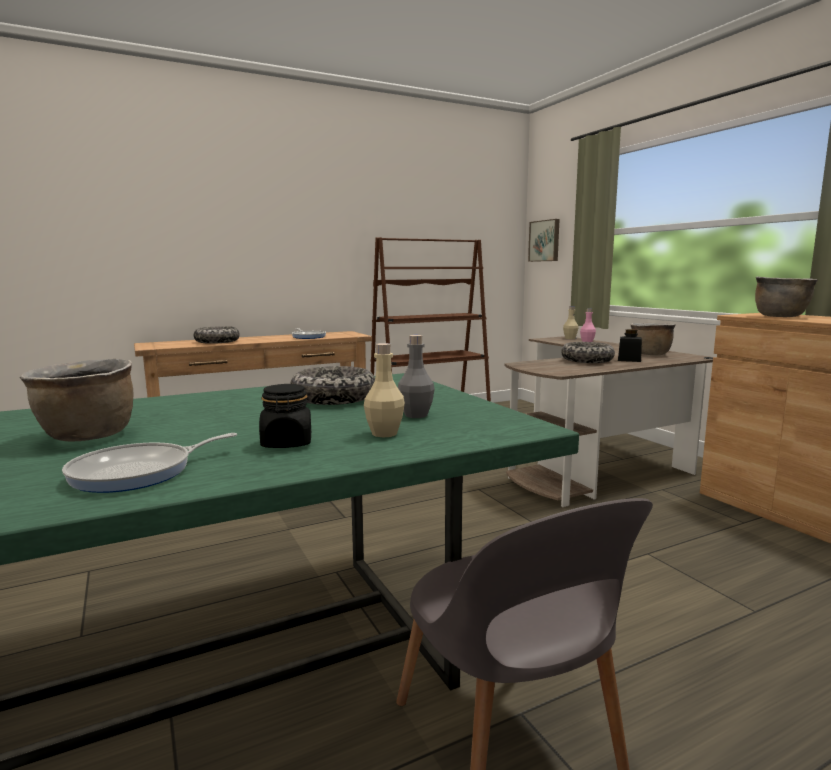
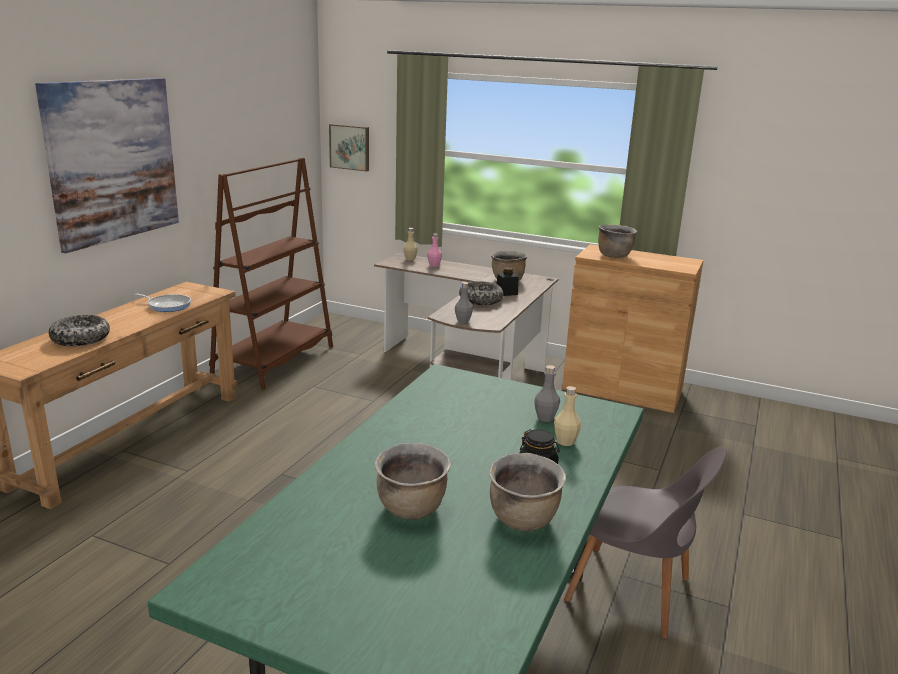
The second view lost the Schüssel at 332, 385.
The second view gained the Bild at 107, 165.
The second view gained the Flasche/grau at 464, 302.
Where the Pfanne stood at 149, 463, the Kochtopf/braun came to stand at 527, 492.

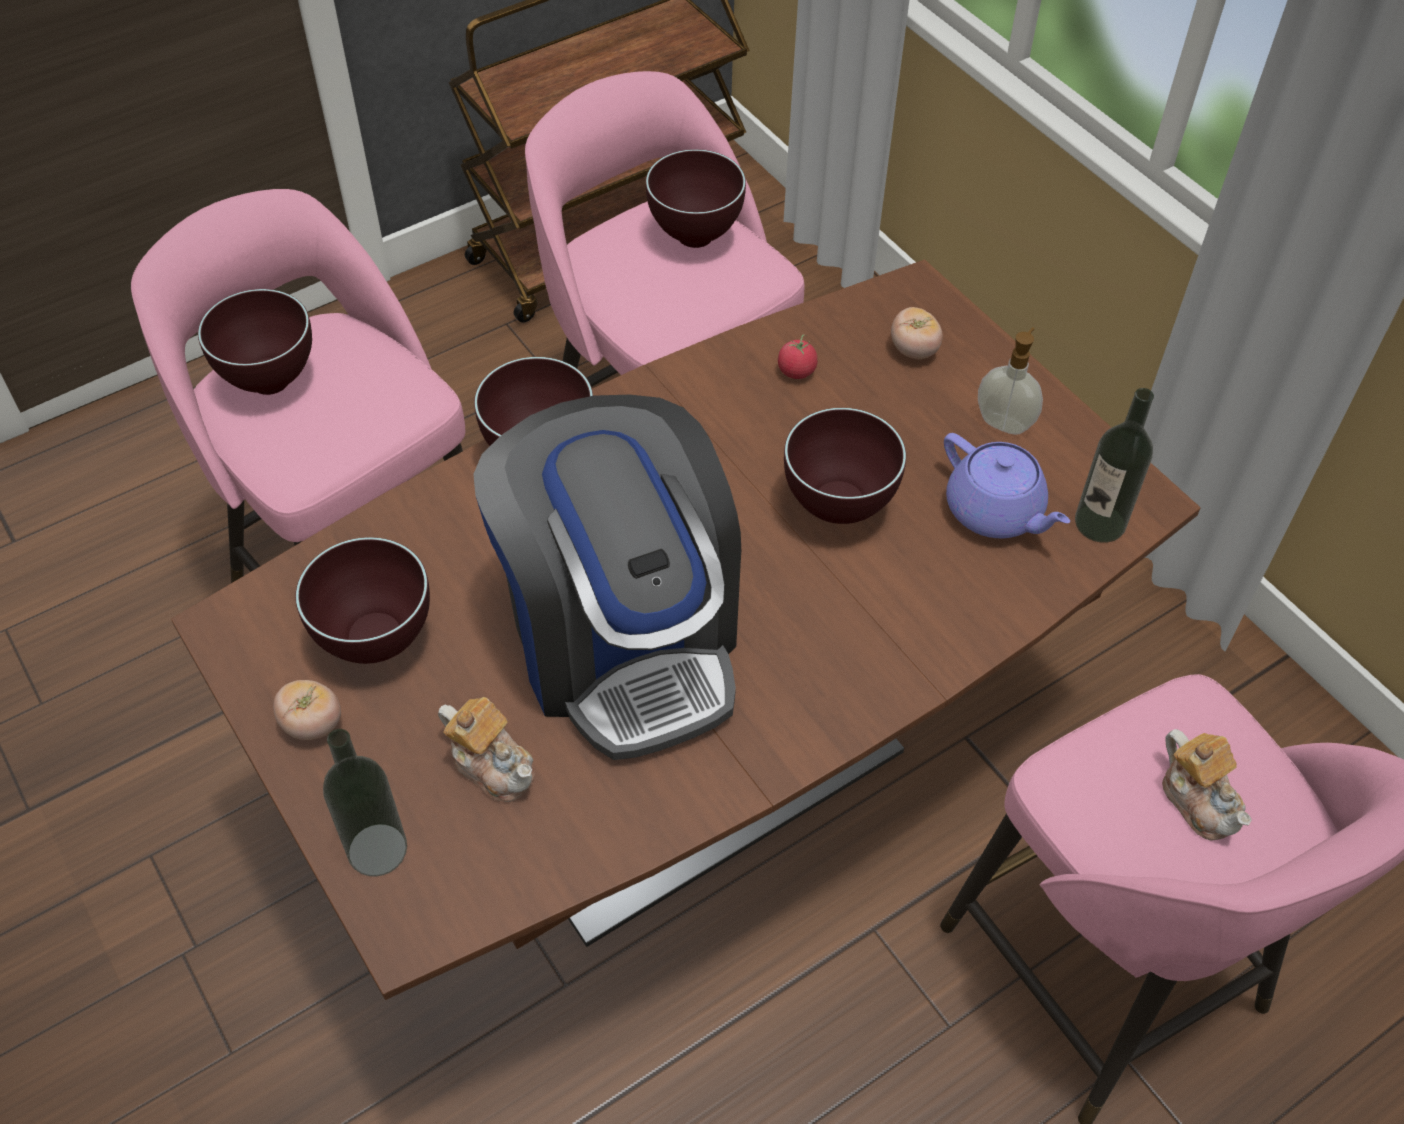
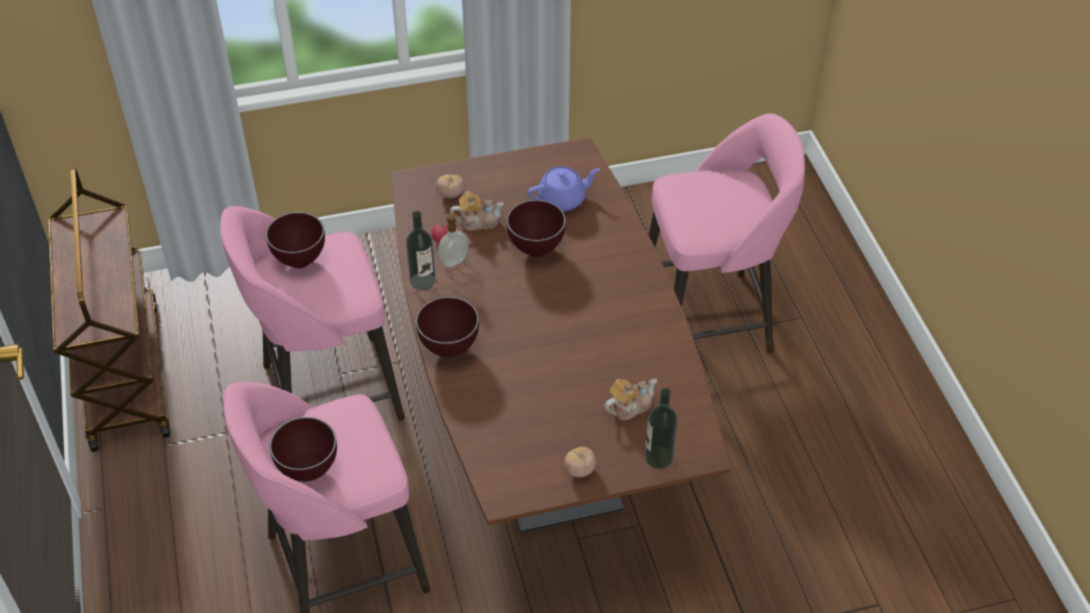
The second view lost the Schüssel/braun at 362, 600.
The second view lost the Kaffeemaschine at 607, 577.
The Seifenspender ended up elsewhere, having gone from 1010, 381 to 453, 239.
The Flasche ended up elsewhere, having gone from 1114, 465 to 421, 250.
The Teekanne ended up elsewhere, having gone from 1207, 784 to 477, 211.

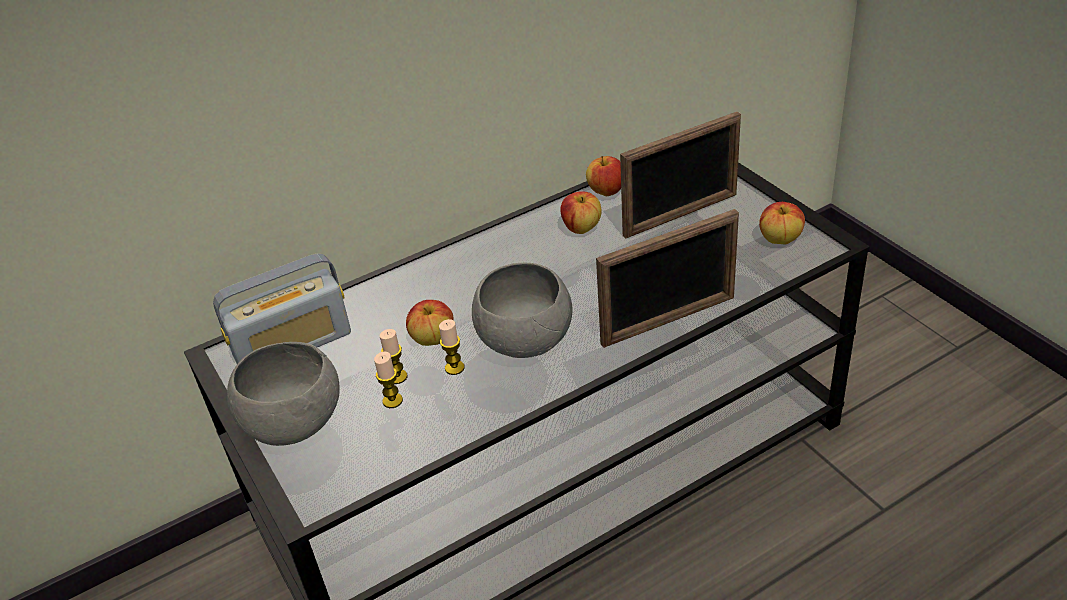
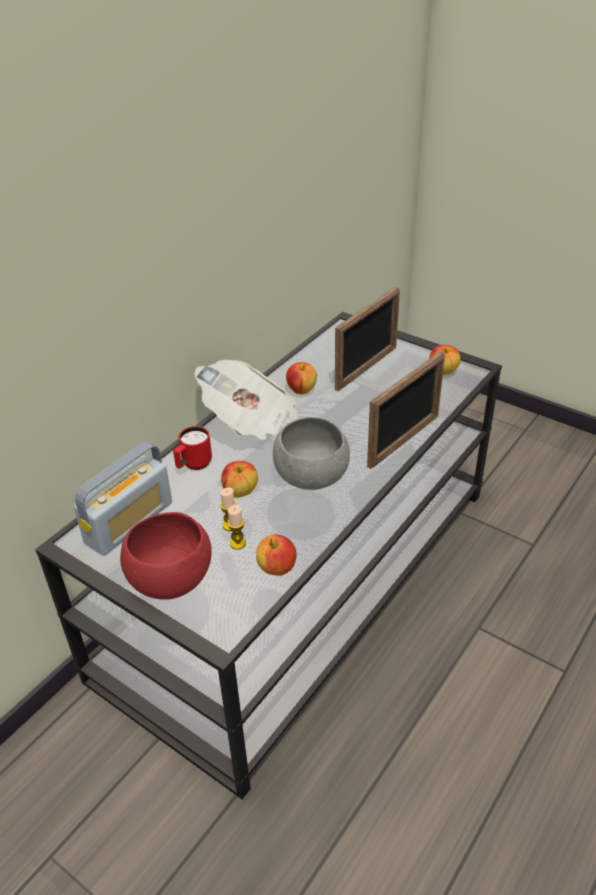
The second view lost the Kerze at 452, 347.
The second view gained the Henkelbecher/rot at 192, 448.
The second view gained the Zeitung at 246, 400.
The Apfel ended up elsewhere, having gone from 603, 176 to 276, 555.
What was the Schüssel/grau at 283, 394 turned into the Schüssel/rot at 166, 556.

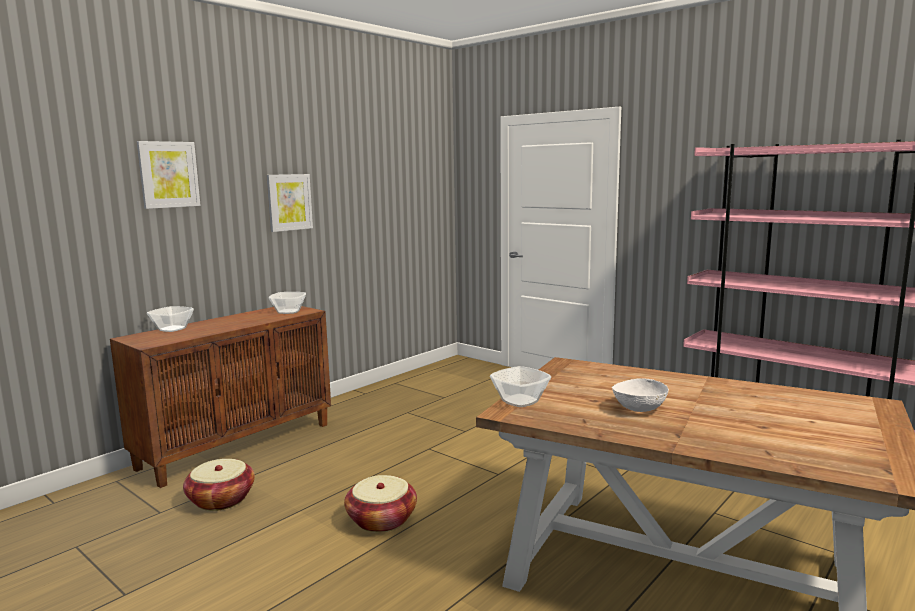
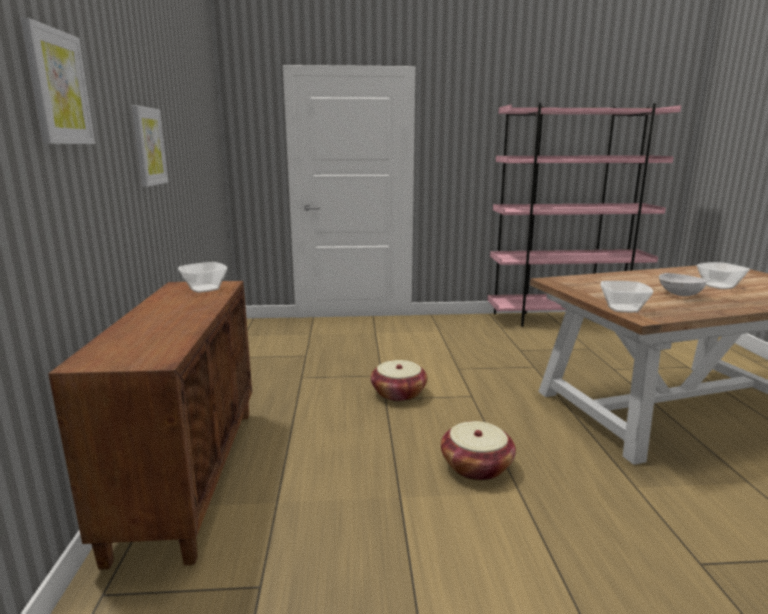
The Schüssel ended up elsewhere, having gone from 170, 319 to 723, 275.
The Korb ended up elsewhere, having gone from 219, 485 to 399, 381.

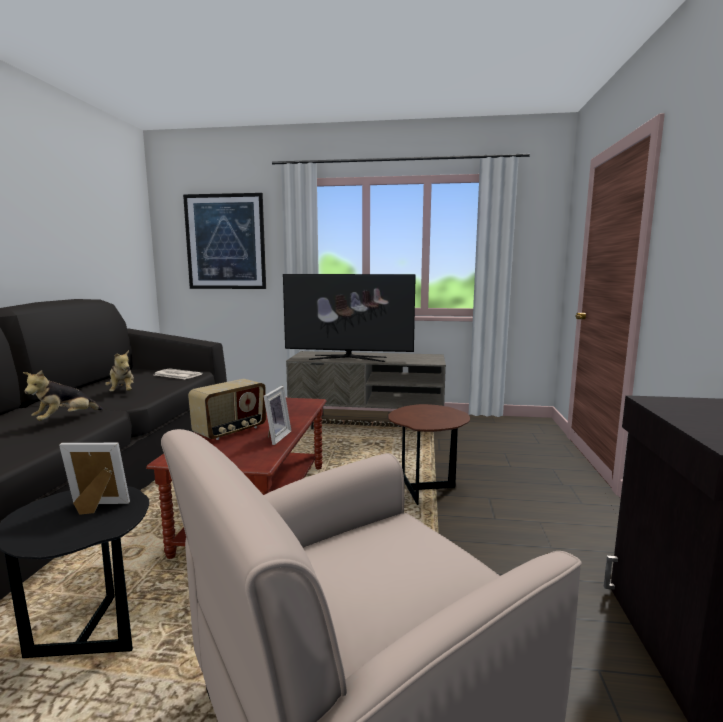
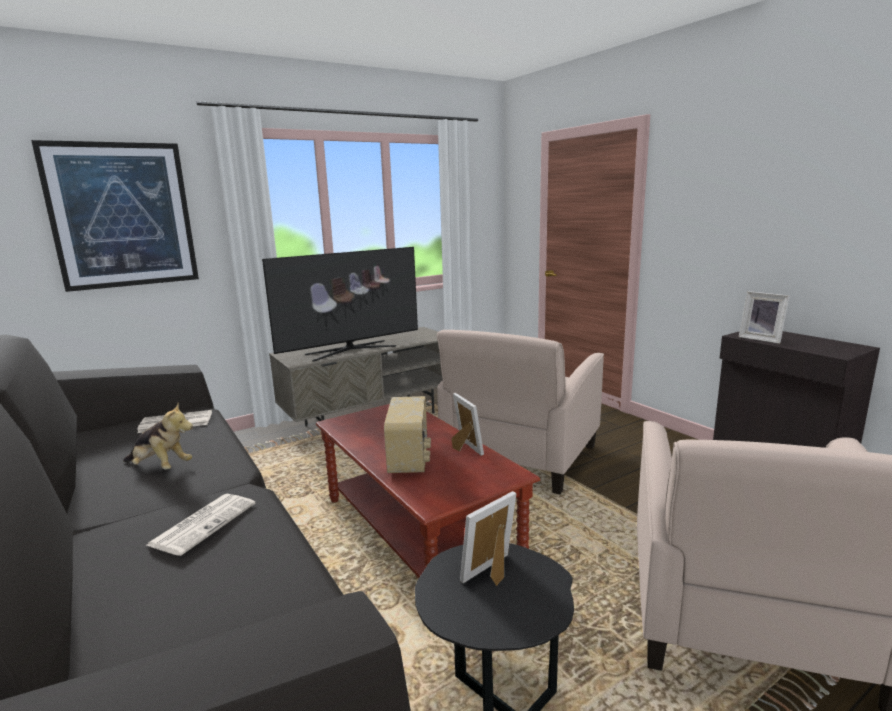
The second view gained the Bilderrahmen at 764, 317.
Where the Plüschtier stood at 63, 395, the Zeitung came to stand at 201, 525.
Where the Beistelltisch/braun stood at 429, 454, the Sessel/beige came to stand at 520, 412.

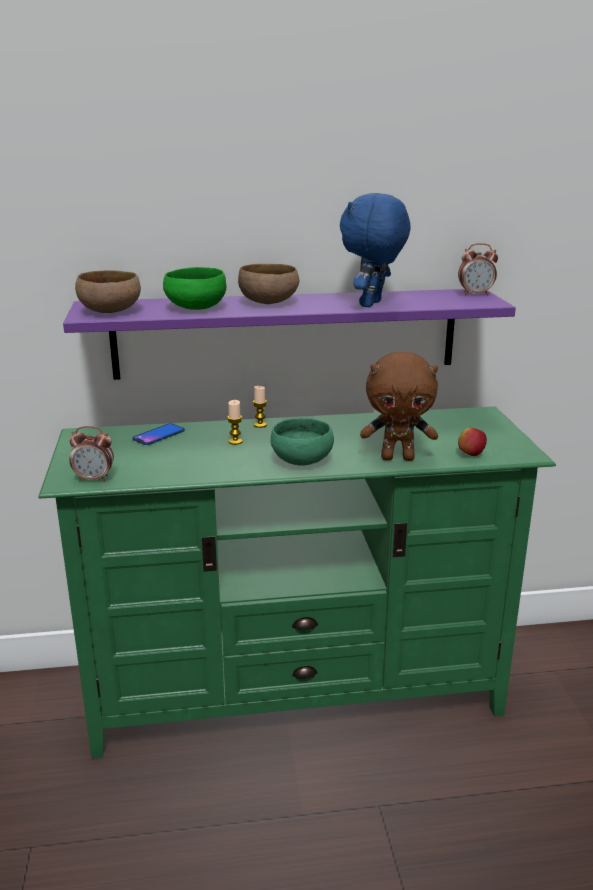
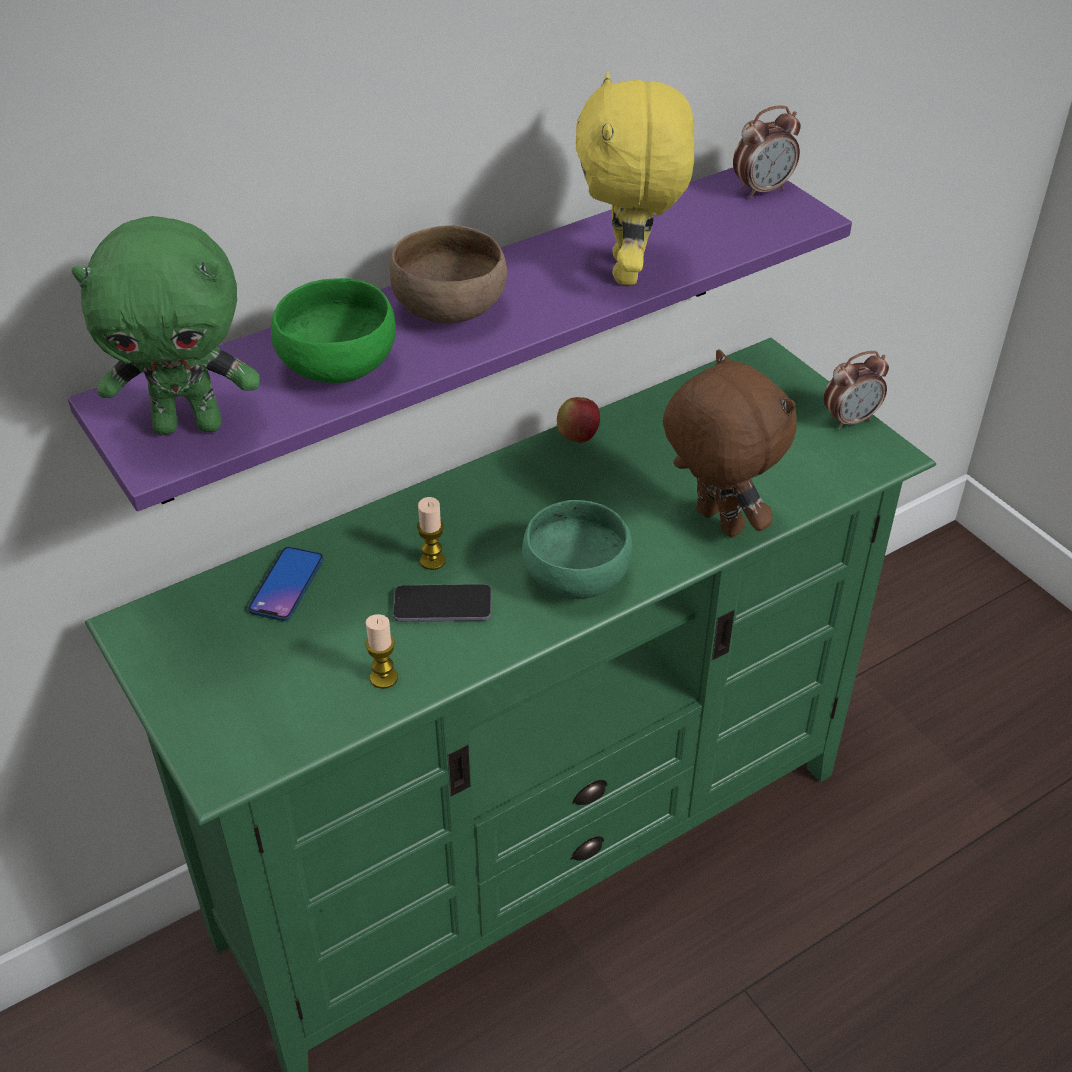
The second view gained the Handy at 442, 603.
The Wecker ended up elsewhere, having gone from 91, 454 to 856, 390.
The Kerze ended up elsewhere, having gone from 260, 407 to 381, 651.
The Apfel ended up elsewhere, having gone from 472, 442 to 578, 420.
Where the Schüssel/braun stood at 108, 291, the Plüschtier/grün came to stand at 165, 325.
What was the Plüschtier/blau at 375, 250 turned into the Plüschtier/gelb at 635, 178.
The Plüschtier/braun at 399, 406 ended up facing another way, 105 degrees counterclockwise from before.

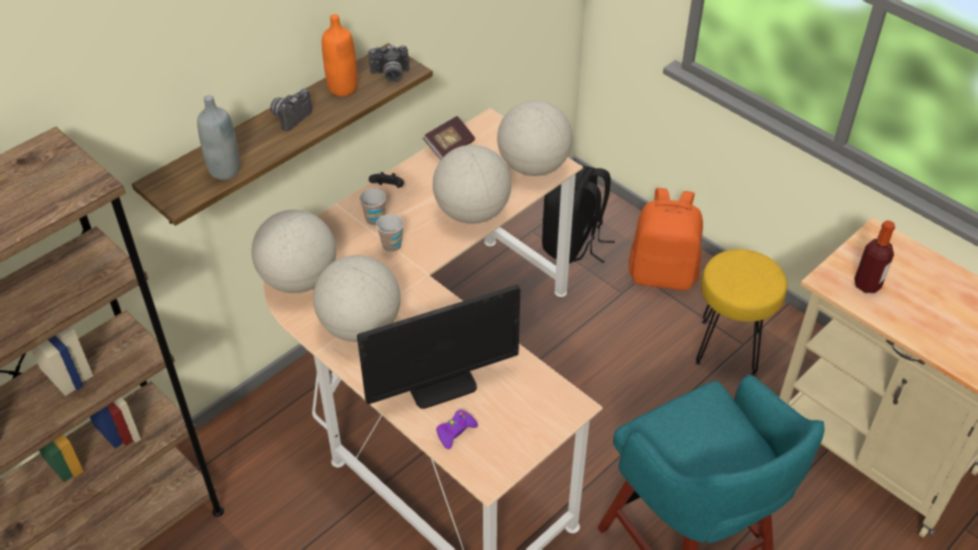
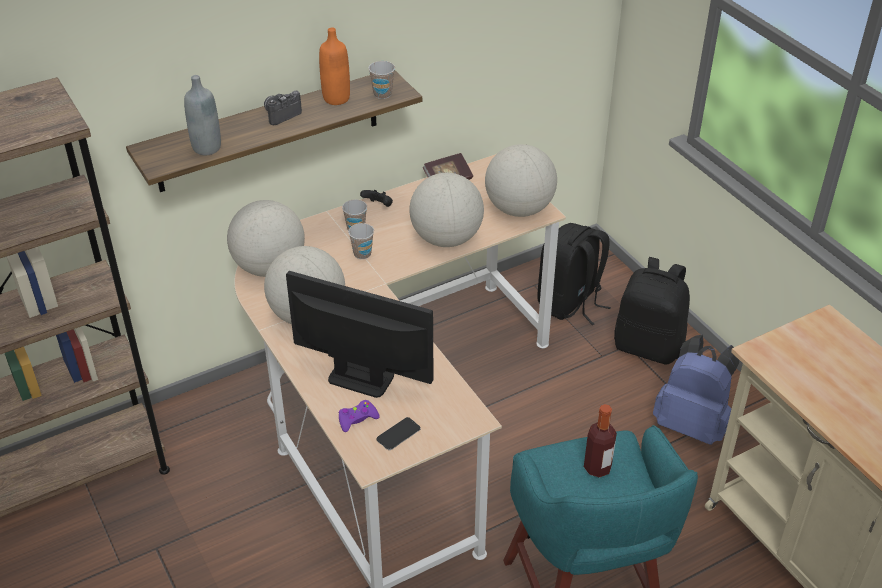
The second view gained the Handy at 398, 433.
The Flasche ended up elsewhere, having gone from 874, 256 to 600, 441.
Where the Kamera stood at 388, 63, the Tasse came to stand at 381, 80.
Where the Hocker/gelb stood at 741, 312, the Rucksack/blau came to stand at 696, 390.
What was the Rucksack/orange at 666, 239 turned into the Rucksack/schwarz at 652, 311.
The Monitor at 438, 347 ended up facing another way, 150 degrees counterclockwise from before.

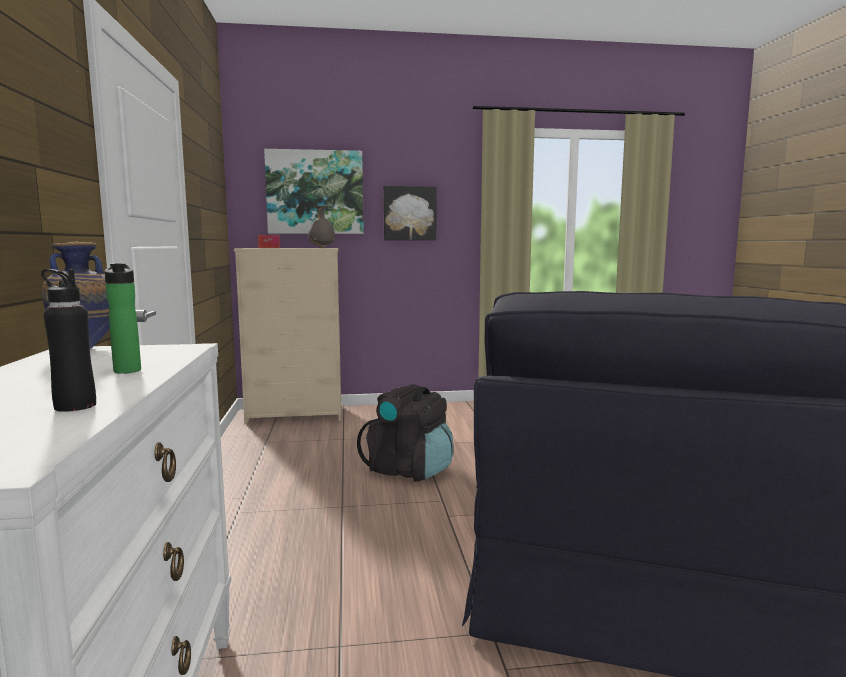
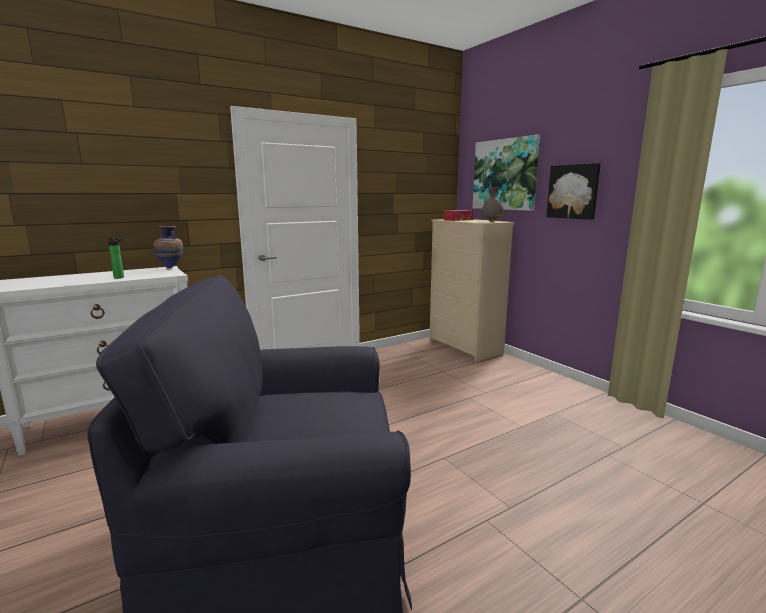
The second view lost the Flasche/schwarz at 68, 340.
The second view lost the Rucksack/schwarz at 405, 433.

